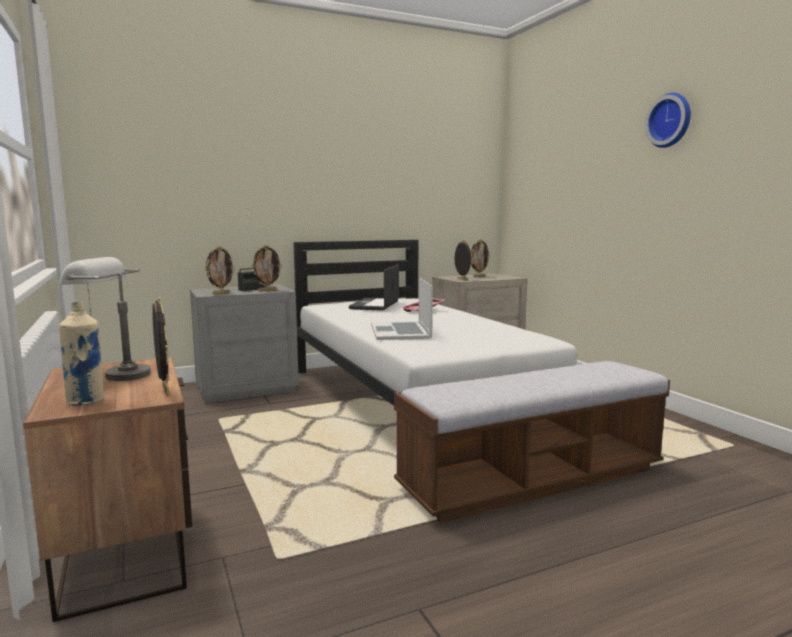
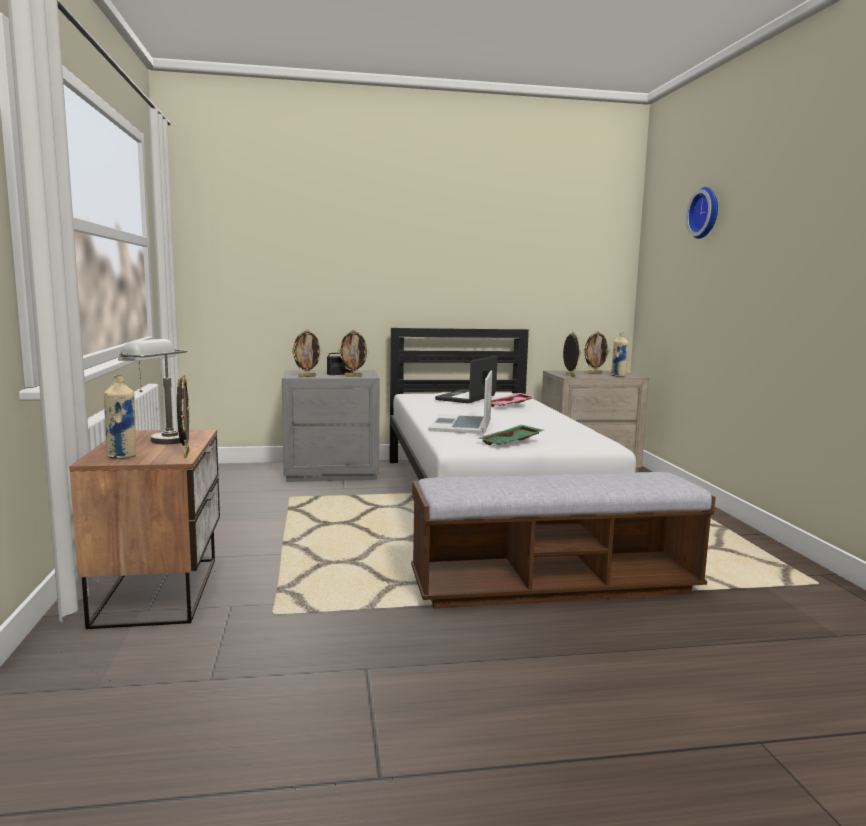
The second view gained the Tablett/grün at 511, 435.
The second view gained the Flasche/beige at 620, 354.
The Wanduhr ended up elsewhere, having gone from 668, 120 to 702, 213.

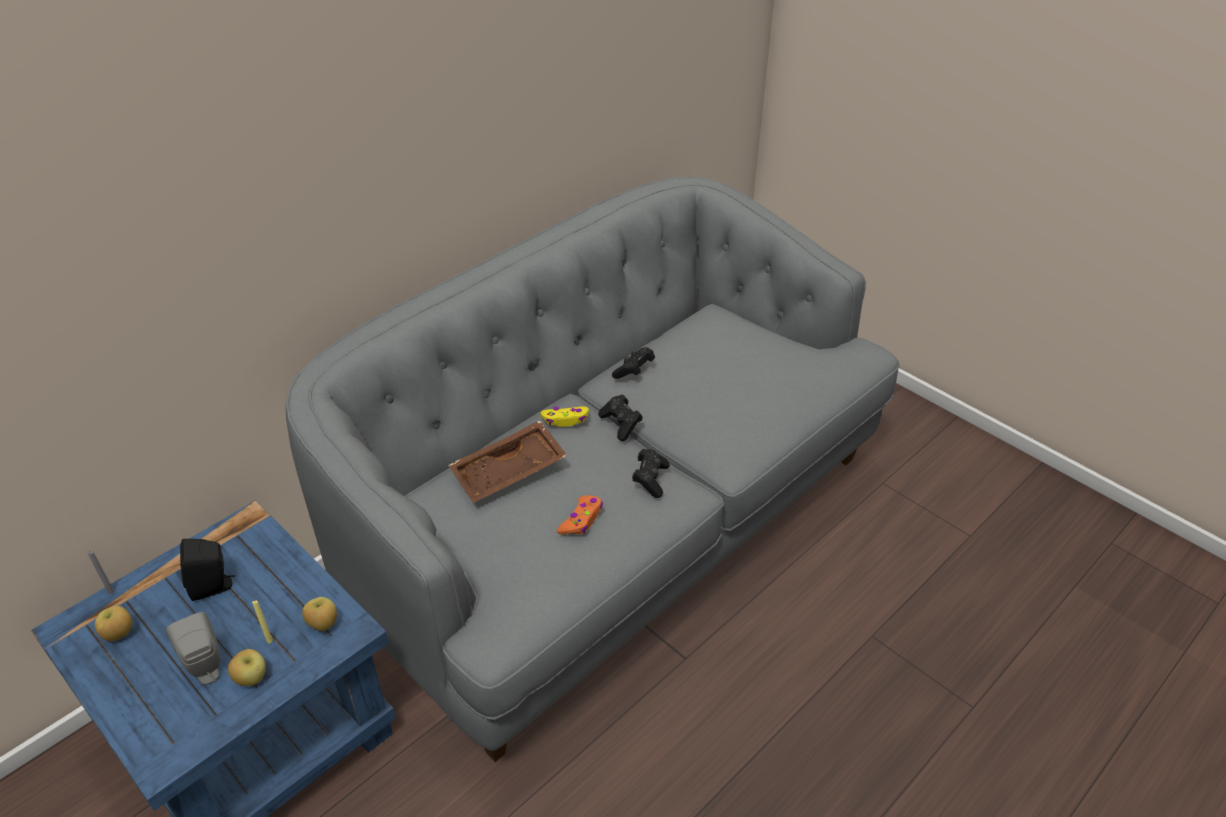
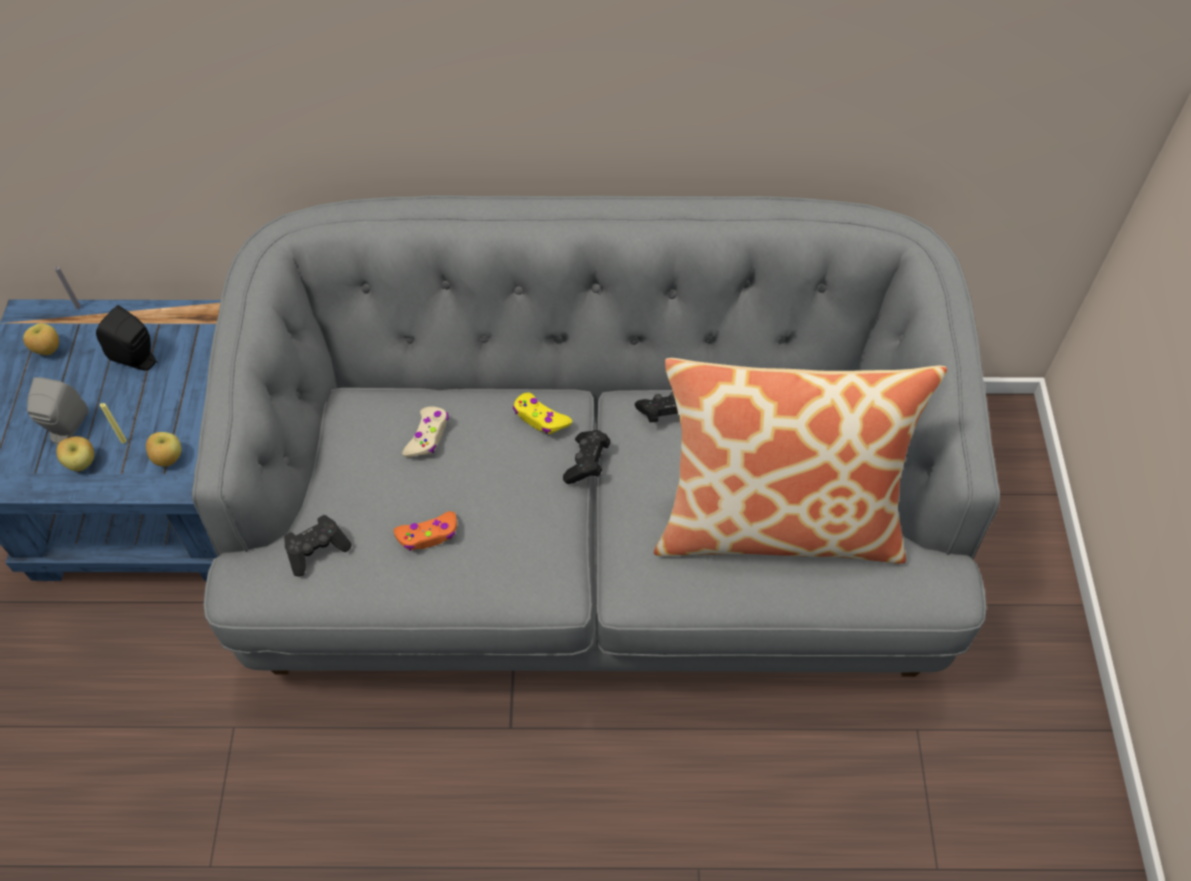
The second view gained the Kissen at 800, 461.
The Gamepad/schwarz ended up elsewhere, having gone from 651, 473 to 318, 546.
Where the Tablett/braun stood at 508, 461, the Gamepad/beige came to stand at 425, 431.

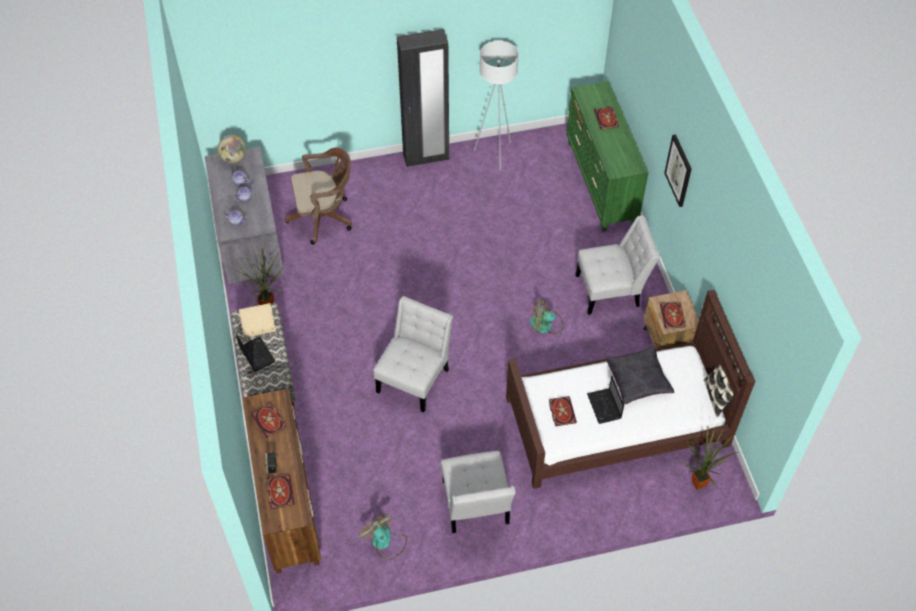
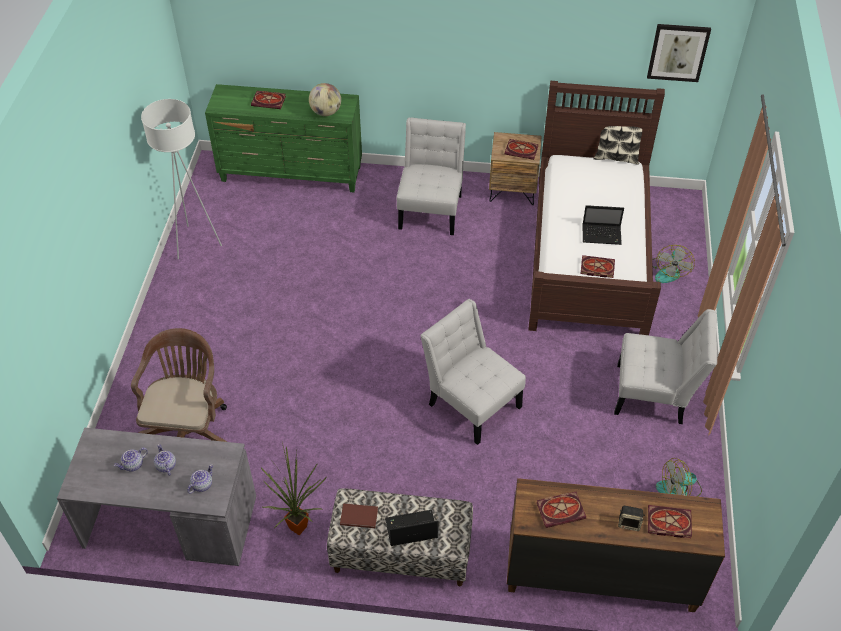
The second view lost the Kleiderschrank/schwarz at 423, 98.
The second view lost the Kissen/schwarz at 639, 375.
The second view lost the Topfpflanze at 708, 458.
The Globus ended up elsewhere, having gone from 231, 149 to 325, 99.
The Ventilator ended up elsewhere, having gone from 546, 316 to 673, 264.
The Bild ended up elsewhere, having gone from 678, 170 to 679, 53.
Where the Tablett/beige stood at 257, 320, the Buch/braun came to stand at 359, 515.

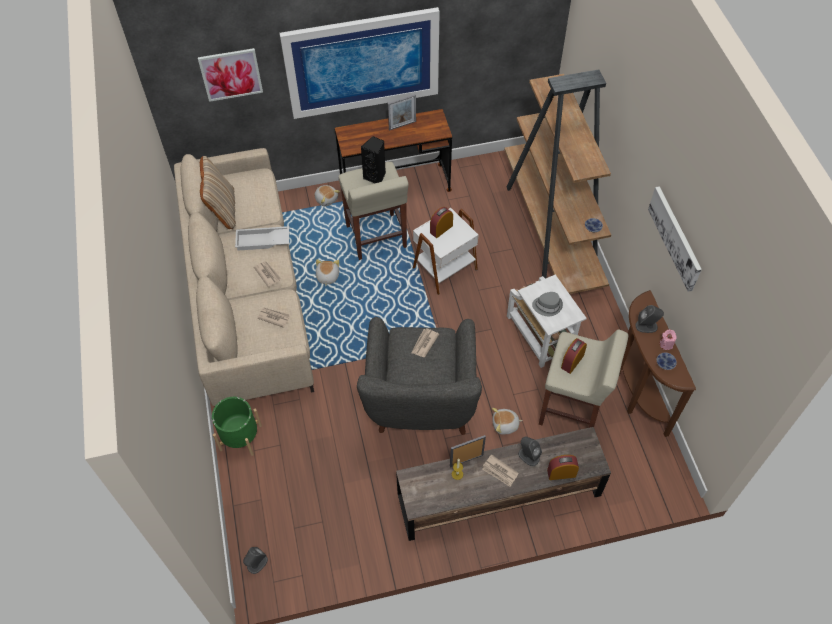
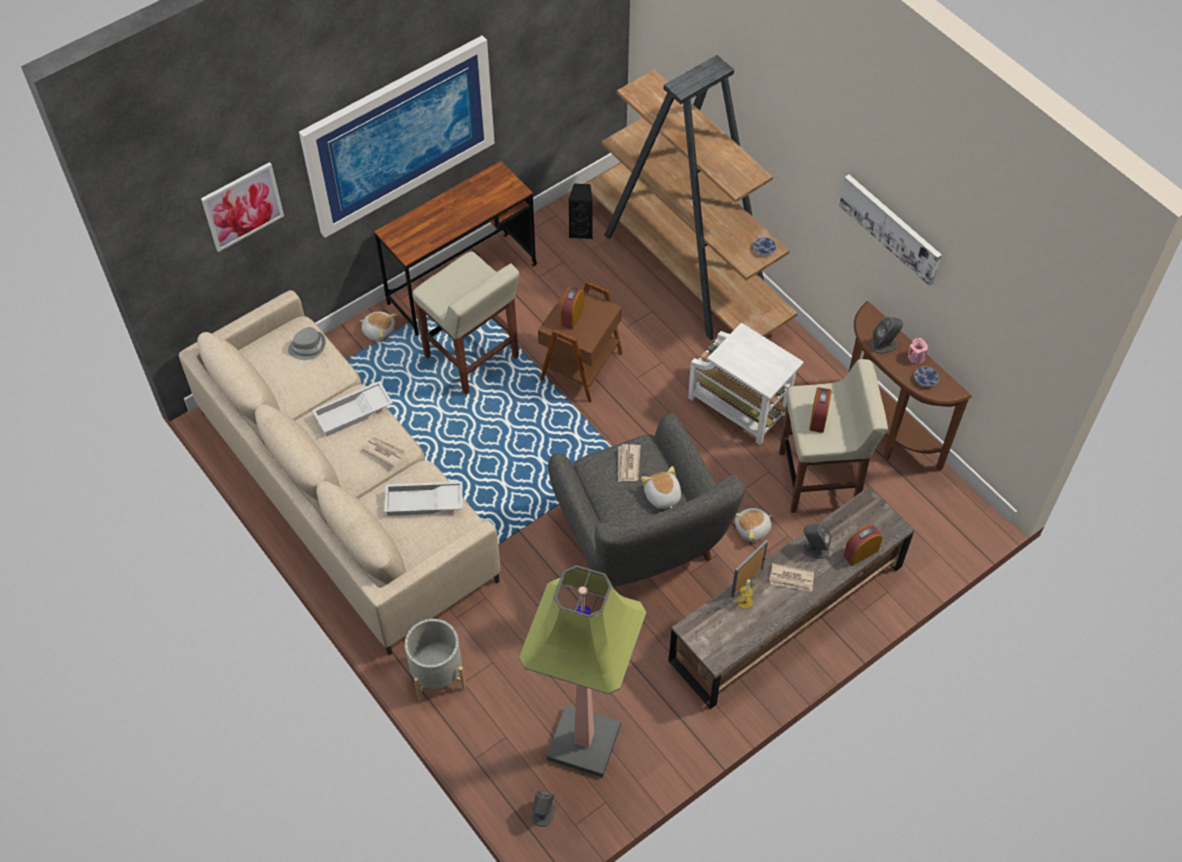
The second view lost the Kissen/beige at 218, 192.
The second view lost the Bilderrahmen at 402, 112.
The second view gained the Stehlampe at 583, 671.
The Plüschtier ended up elsewhere, having gone from 327, 272 to 661, 487.
The Lautsprecher/schwarz ended up elsewhere, having gone from 373, 159 to 580, 211.
The Hut/grau ended up elsewhere, having gone from 547, 304 to 307, 343.
Where the Zeitung stood at 273, 318, the Tablett/weiß came to stand at 423, 498.
What was the Pflanzkübel/grün at 237, 426 turned into the Pflanzkübel/grau at 435, 660.
What was the Beistelltisch/weiß at 445, 251 turned into the Beistelltisch/braun at 580, 342.

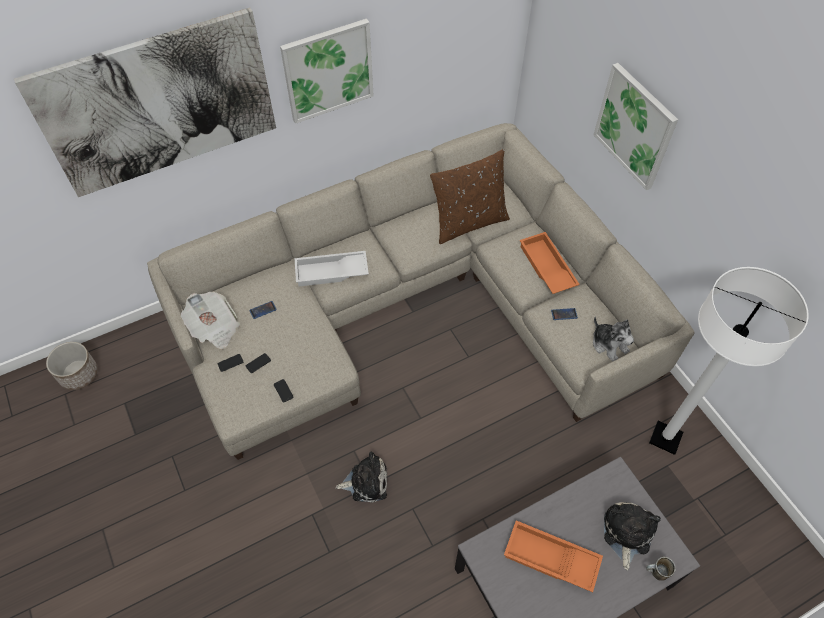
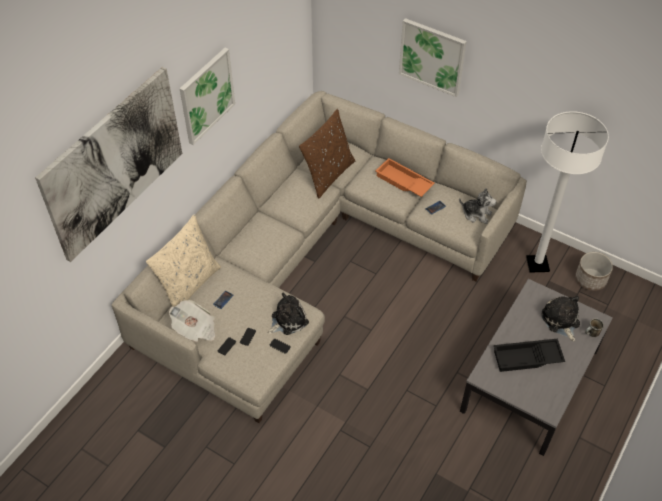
The second view lost the Tablett/weiß at 331, 268.
The second view gained the Kissen/beige at 183, 261.
The Pflanzkübel ended up elsewhere, having gone from 72, 366 to 594, 271.
The Plüschtier ended up elsewhere, having gone from 361, 477 to 288, 314.
What was the Tablett/orange at 553, 556 turned into the Tablett/schwarz at 529, 355.

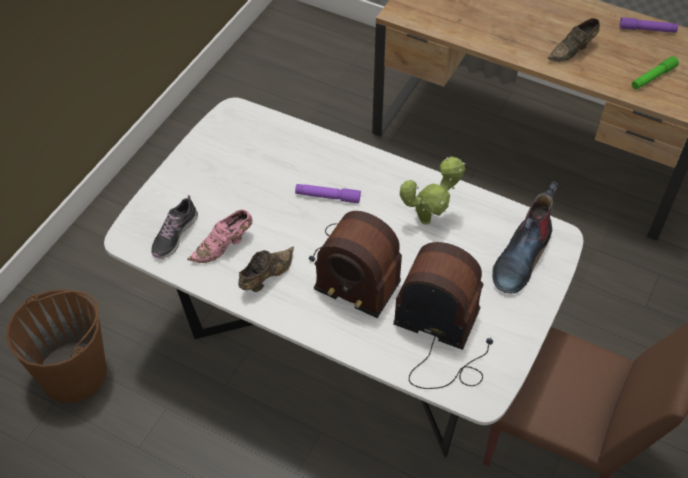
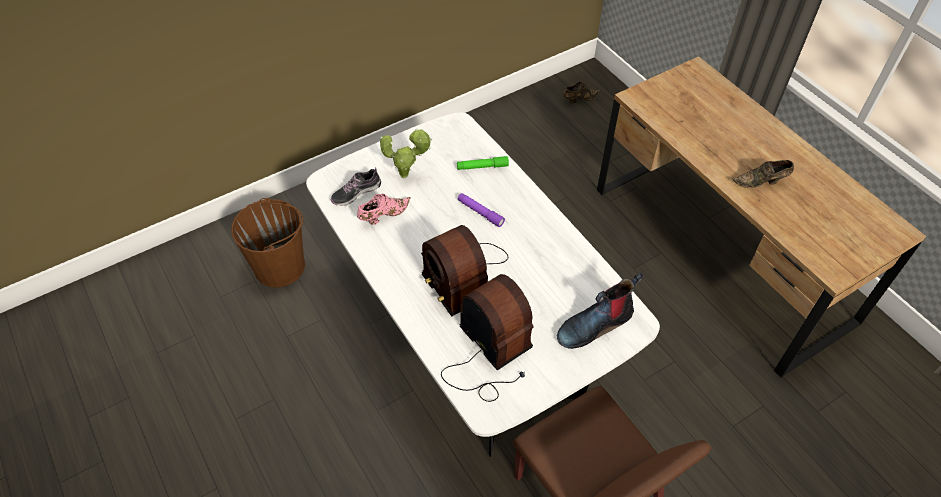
The second view lost the Taschenlampe/lila at 648, 25.
The Schuh/braun ended up elsewhere, having gone from 266, 269 to 582, 92.
The Topfpflanze ended up elsewhere, having gone from 433, 191 to 406, 153.
The Taschenlampe/grün ended up elsewhere, having gone from 655, 72 to 483, 163.
The Schuh/rosa at 220, 236 ended up facing another way, 150 degrees clockwise from before.

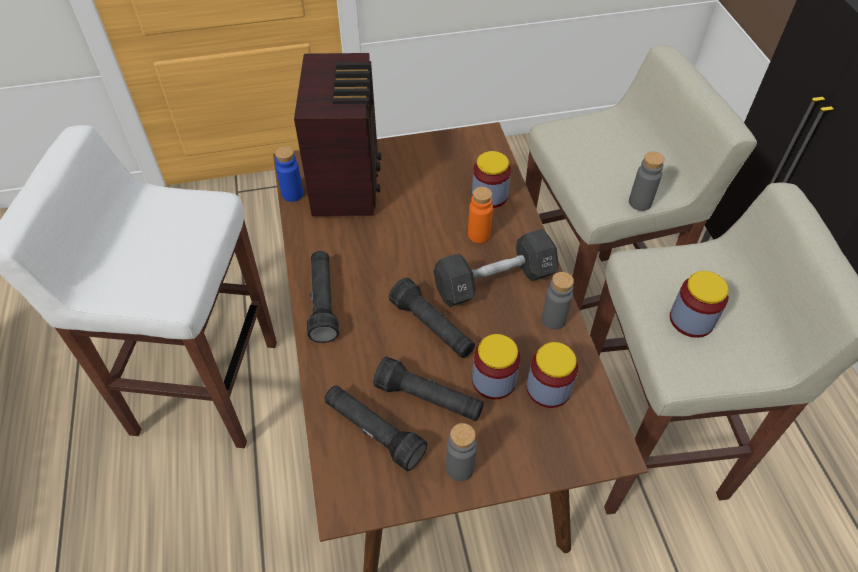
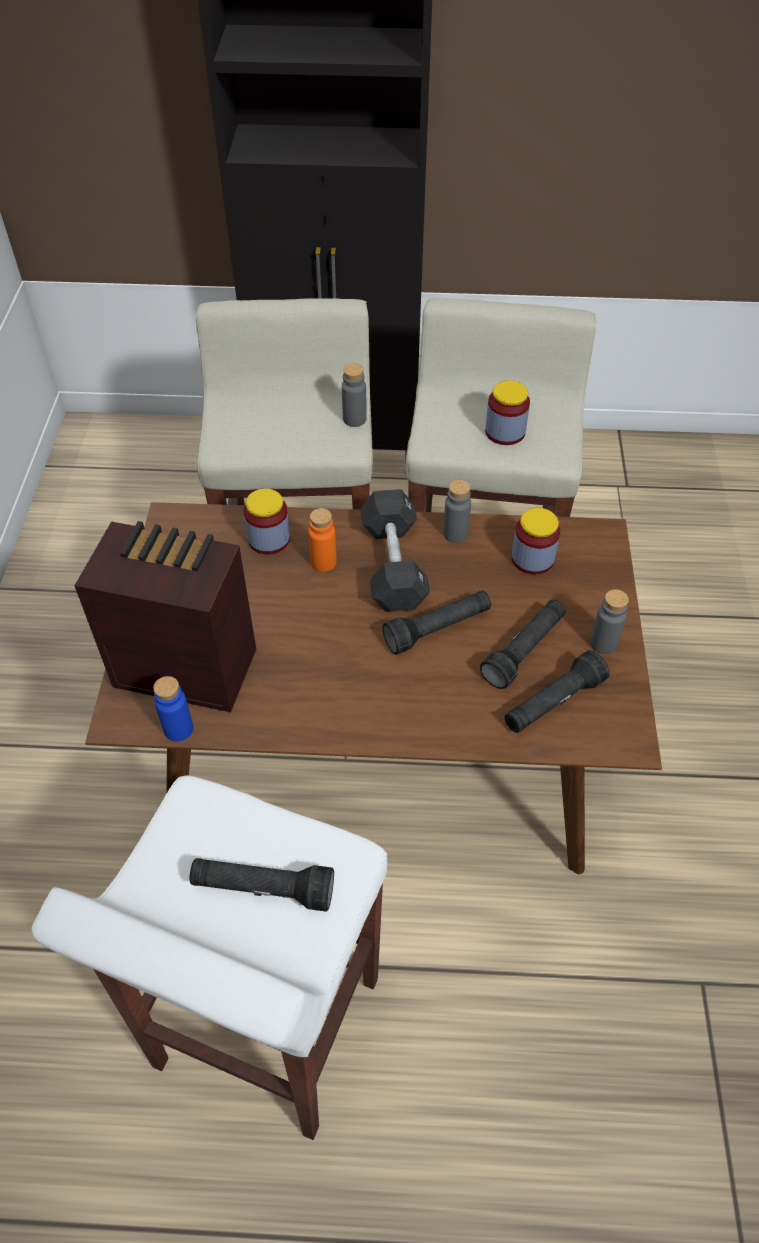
The second view lost the Vorratsglas at 496, 367.
The Taschenlampe/schwarz ended up elsewhere, having gone from 323, 297 to 262, 885.

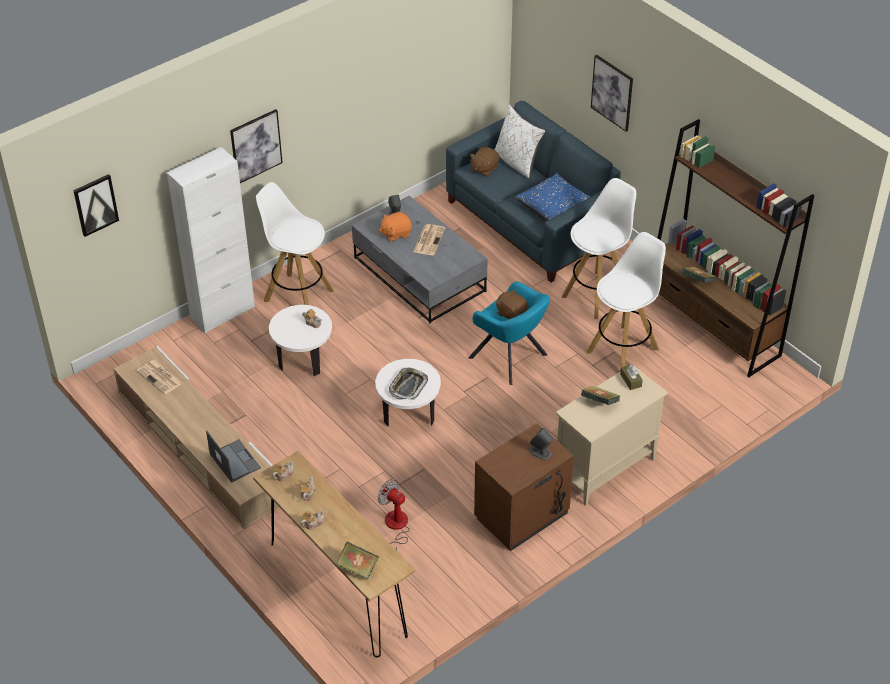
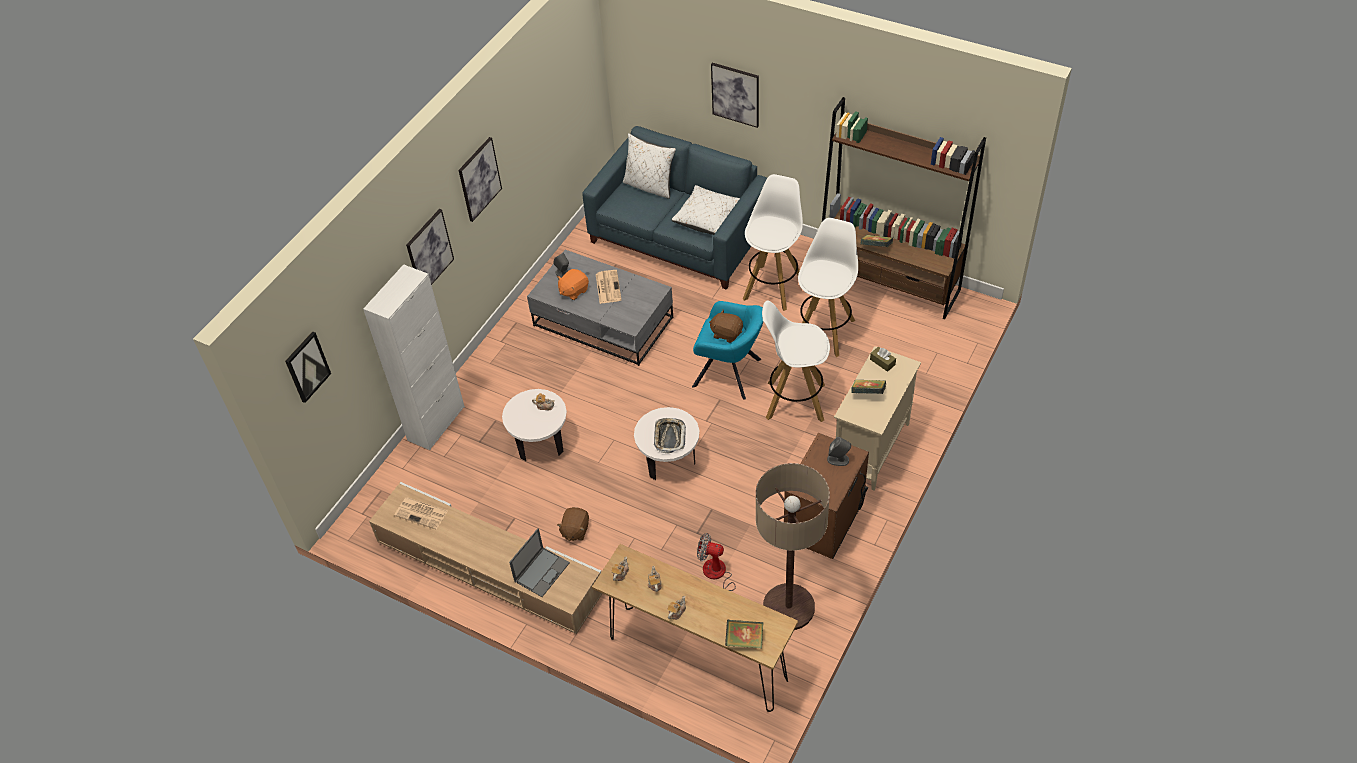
The second view gained the Bild at 480, 179.
The second view gained the Stehlampe at 793, 546.
The Hocker/weiß ended up elsewhere, having gone from 295, 243 to 796, 361.
The Plüschtier/braun ended up elsewhere, having gone from 485, 161 to 573, 524.
What was the Kissen/blau at 553, 197 turned into the Kissen/weiß at 706, 210.
The Laptop at 233, 457 ended up facing another way, 90 degrees clockwise from before.

